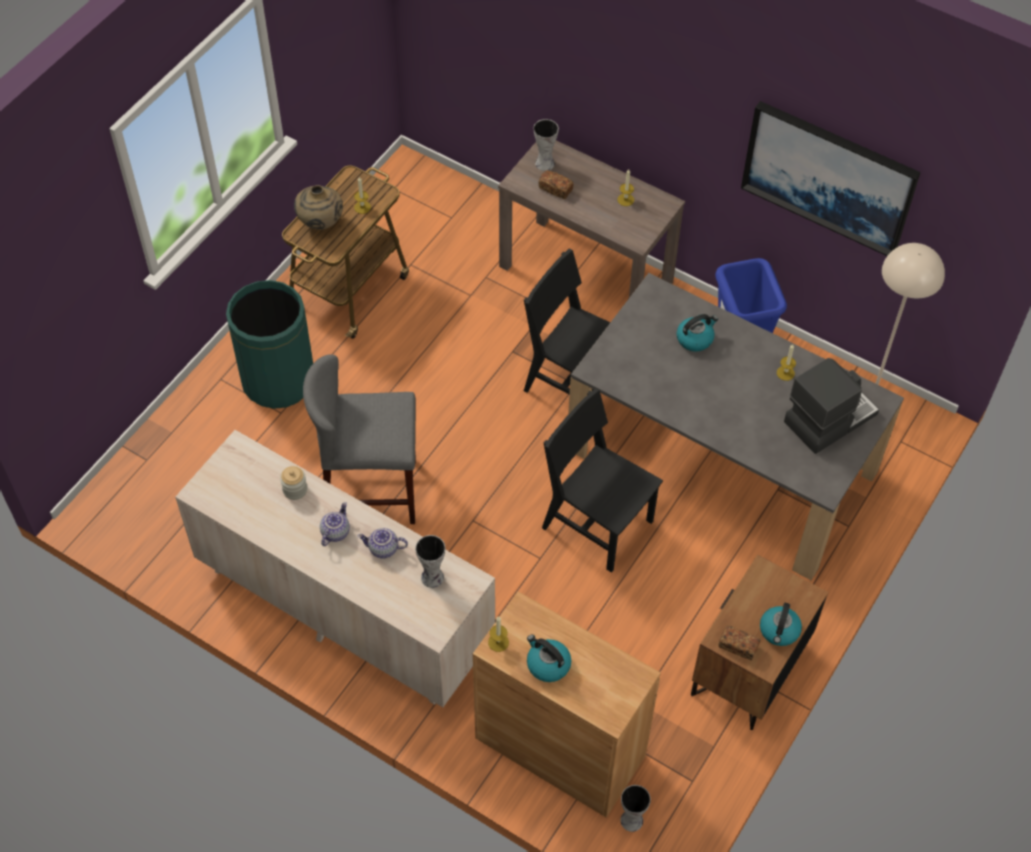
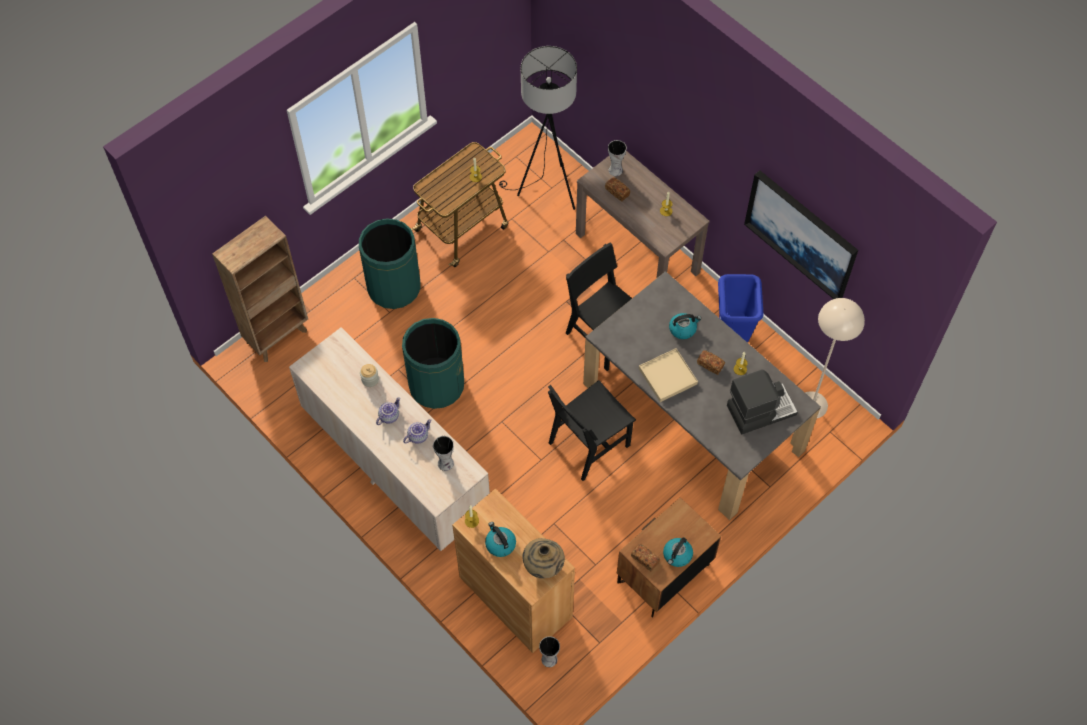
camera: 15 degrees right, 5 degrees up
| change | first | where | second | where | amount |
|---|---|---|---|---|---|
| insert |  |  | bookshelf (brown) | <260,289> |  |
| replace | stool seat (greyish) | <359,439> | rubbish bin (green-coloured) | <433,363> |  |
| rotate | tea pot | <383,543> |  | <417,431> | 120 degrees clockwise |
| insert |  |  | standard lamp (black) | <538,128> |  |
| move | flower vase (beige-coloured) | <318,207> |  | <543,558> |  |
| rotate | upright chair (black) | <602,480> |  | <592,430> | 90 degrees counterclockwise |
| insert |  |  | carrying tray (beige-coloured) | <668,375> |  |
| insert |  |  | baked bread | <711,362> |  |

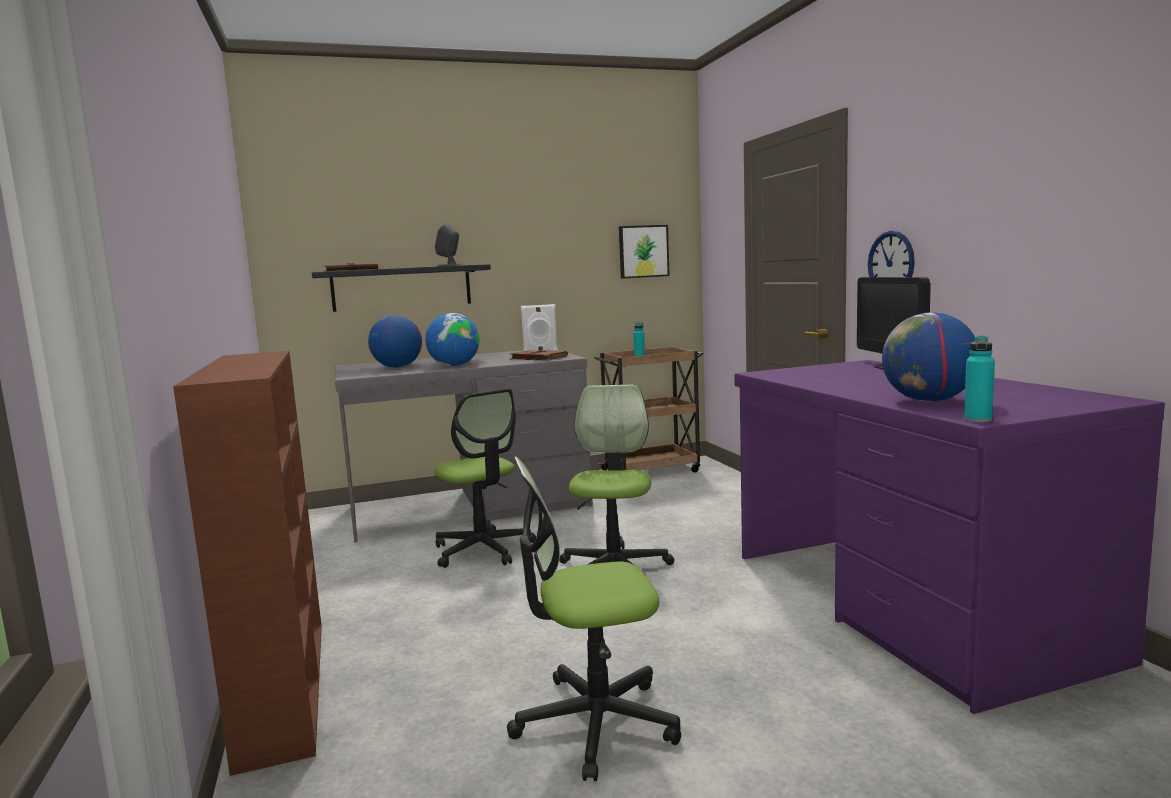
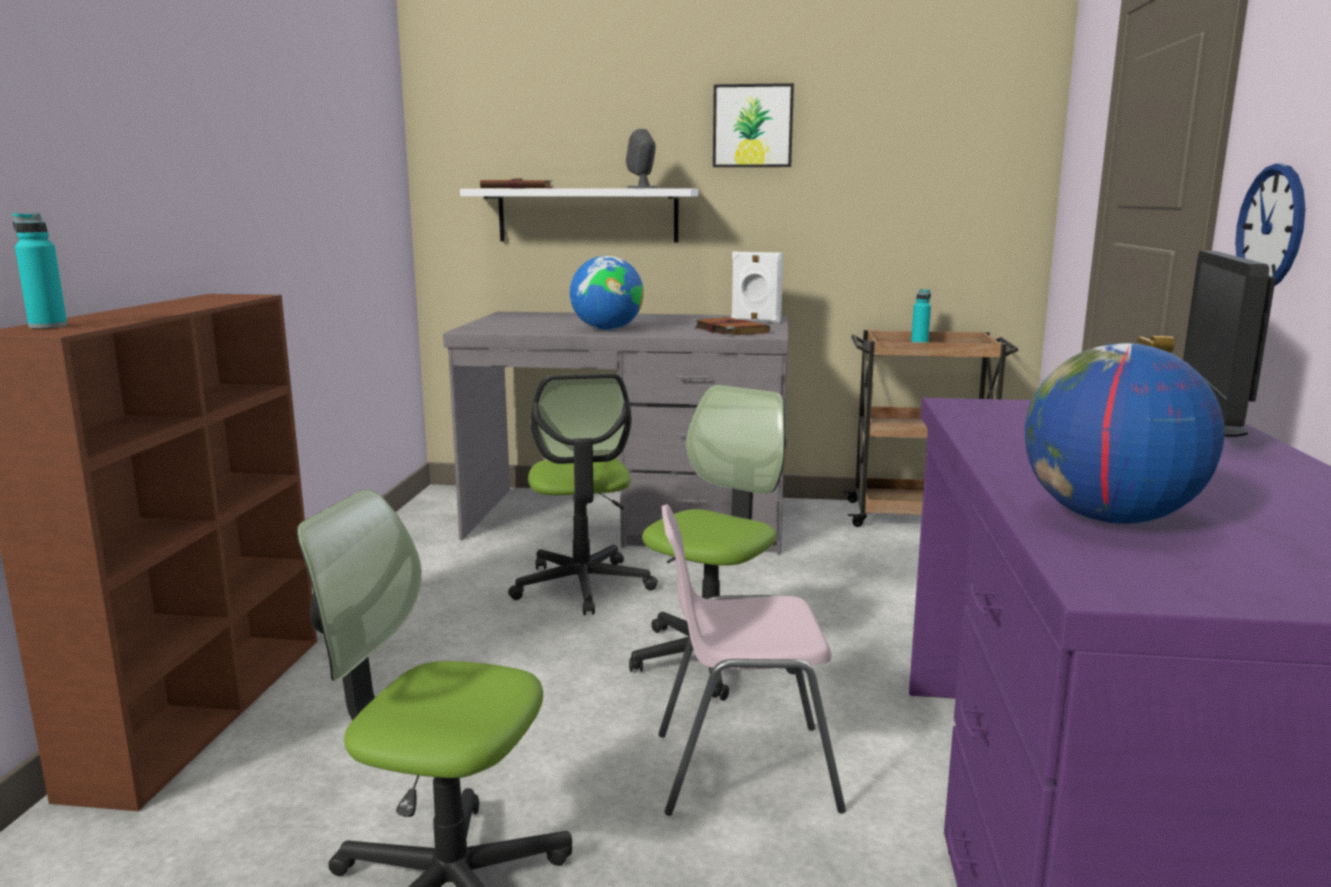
camera: 25 degrees right, 5 degrees up
| change | first | where | second | where | amount |
|---|---|---|---|---|---|
| move | beverage bottle (turquoise) | <979,379> |  | <40,271> |  |
| recolor | bracket shelf (black) | <401,288> | bracket shelf (white-coloured) | <579,215> |  |
| insert |  |  | upright chair (pinkish) | <752,660> |  |
| move | picture | <644,252> |  | <753,125> |  |
| delete | world globe | <395,341> |  |  |  |

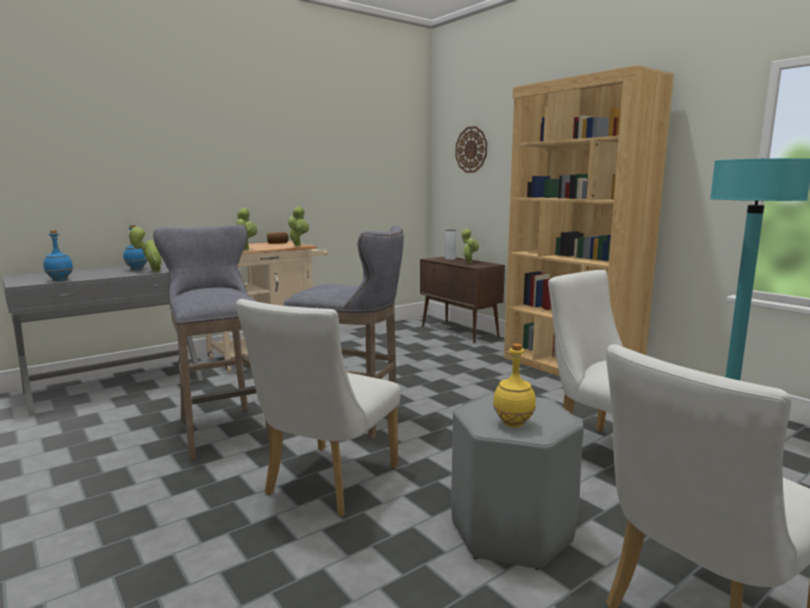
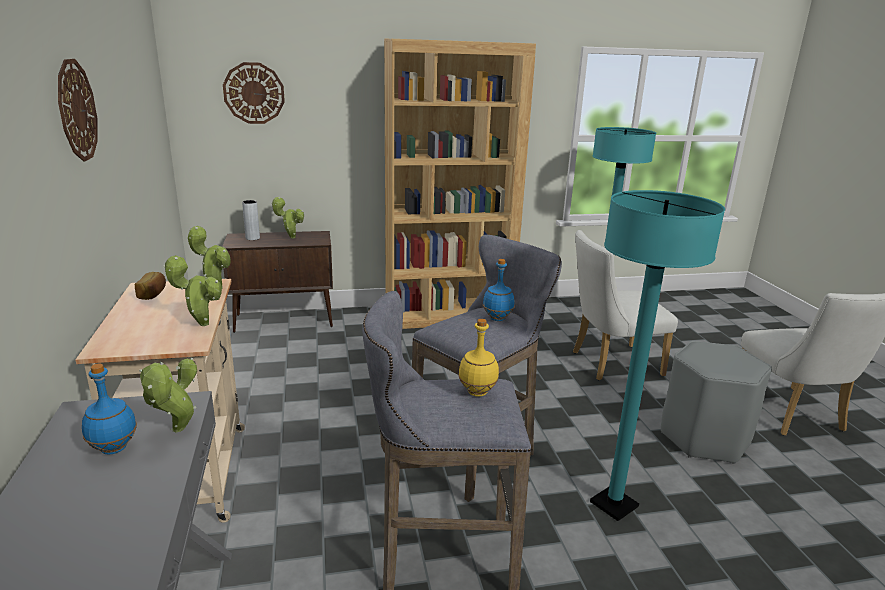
camera: 65 degrees left, 10 degrees up
| change | first | where | second | where | amount |
|---|---|---|---|---|---|
| insert |  |  | clock on the wall | <78,110> |  |
| move | beverage bottle (yellow-coloured) | <514,385> |  | <478,357> |  |
| move | beverage bottle (blue) | <58,255> |  | <498,290> |  |
| replace | upright chair (white-coloured) | <318,408> | standard lamp (turquoise) | <657,355> |  |

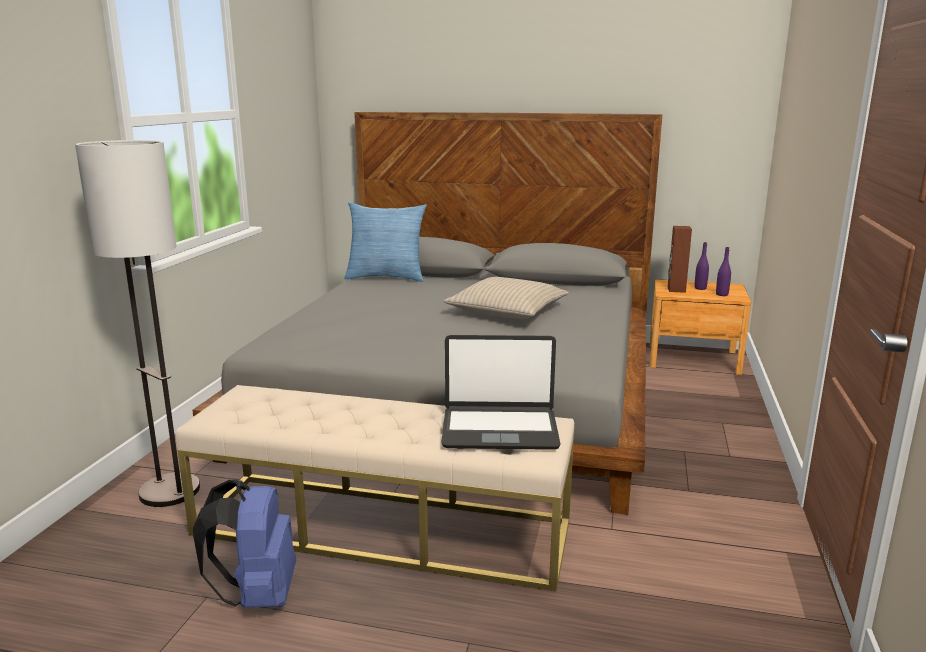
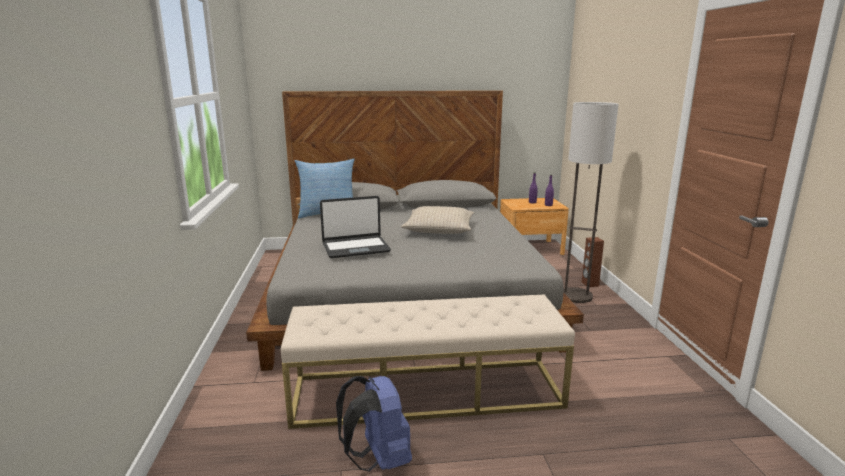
camera: 20 degrees left, 0 degrees up
| change | first | where | second | where | amount |
|---|---|---|---|---|---|
| move | portable computer | <501,392> |  | <355,227> |  |
| move | standard lamp | <137,323> |  | <591,202> |  |
| move | loudspeaker (brown) | <680,259> |  | <593,262> |  |

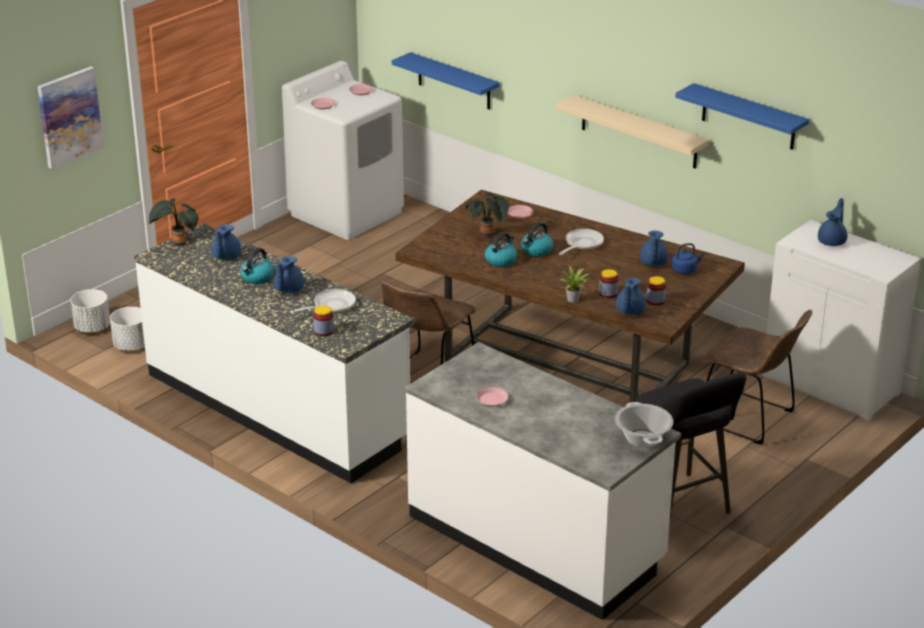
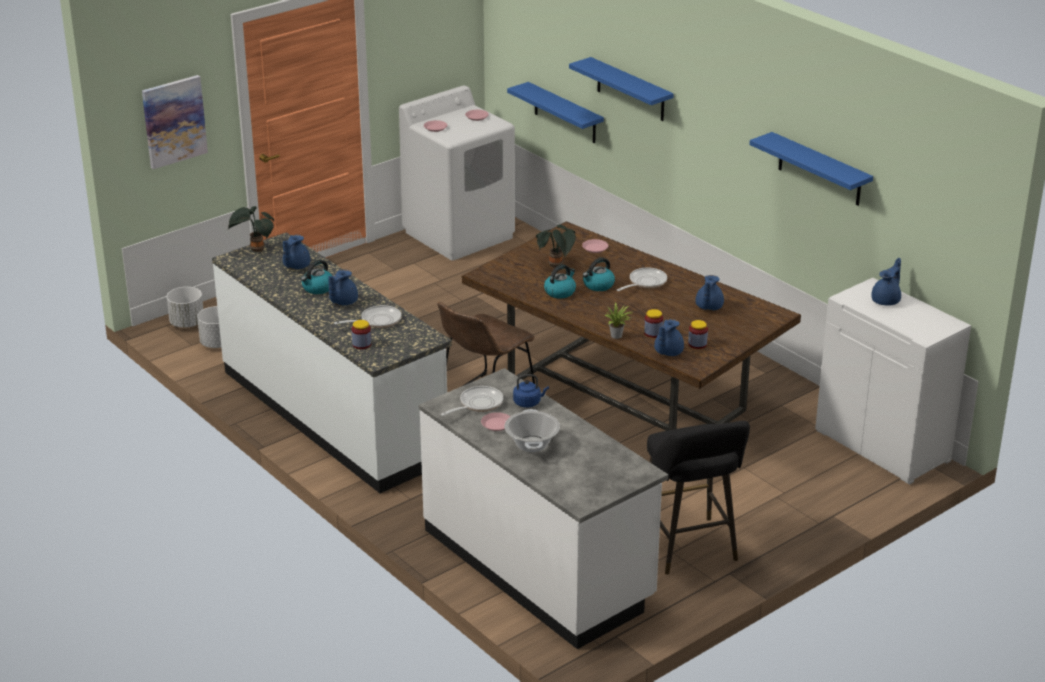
camera: 10 degrees right, 0 degrees up
| change | first | where | second | where | amount |
|---|---|---|---|---|---|
| insert |  |  | frying pan | <472,401> |  |
| move | cooking pot | <644,424> |  | <532,430> |  |
| move | kettle (blue) | <688,258> |  | <531,391> |  |
| insert |  |  | bracket shelf (blue) | <621,89> |  |
| delete | bracket shelf (beige-coloured) | <632,132> |  |  |  |
| delete | upright chair (brown) | <757,377> |  |  |  |

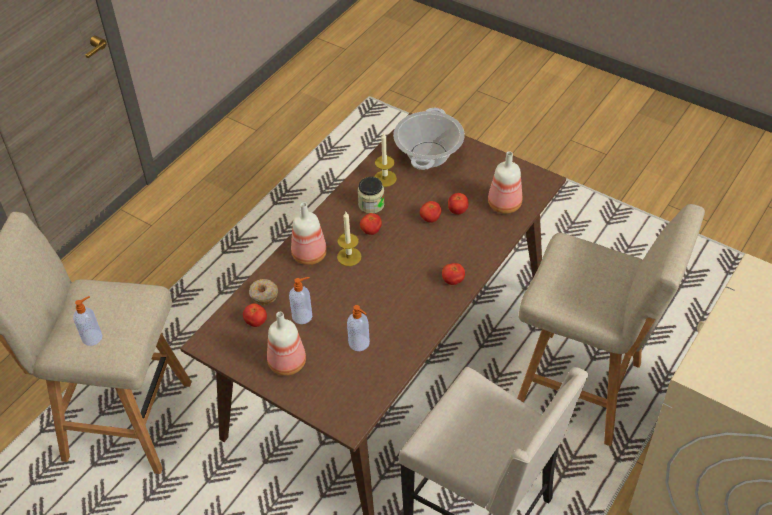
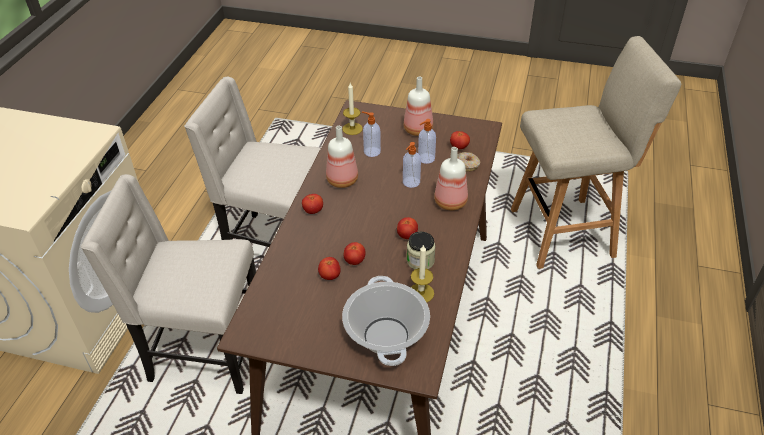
camera: 160 degrees right, 5 degrees down
| change | first | where | second | where | amount |
|---|---|---|---|---|---|
| replace | stool seat (beige-coloured) | <611,325> | upright chair (beige-coloured) | <168,284> |  |
| move | beverage bottle | <505,182> |  | <342,157> |  |
| move | candle | <349,239> |  | <352,109> |  |
| move | soap dispenser | <87,321> |  | <412,165> |  |

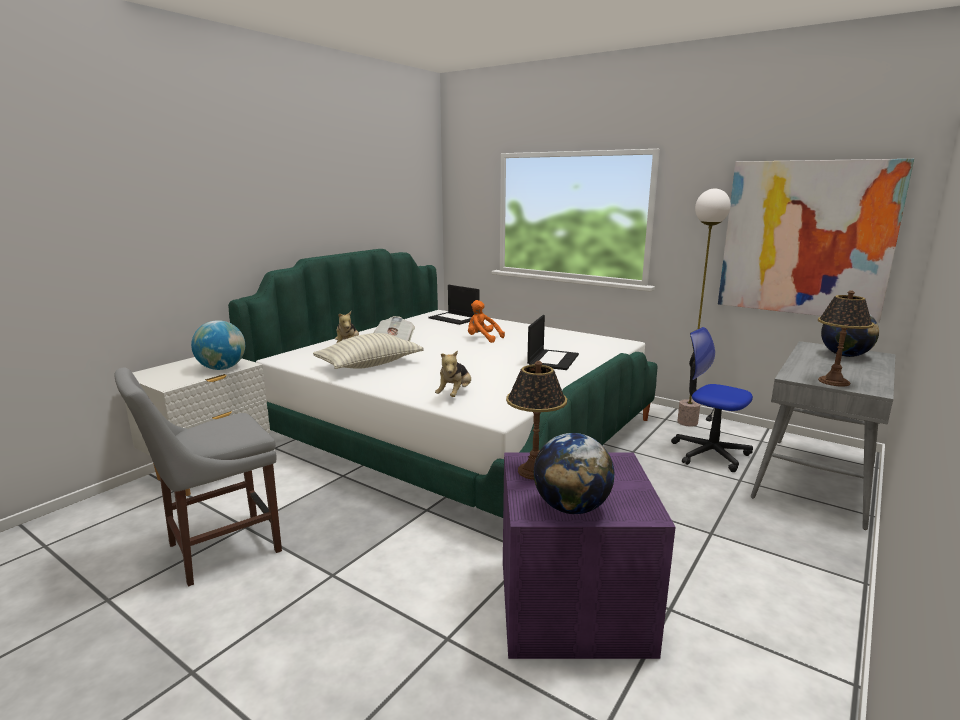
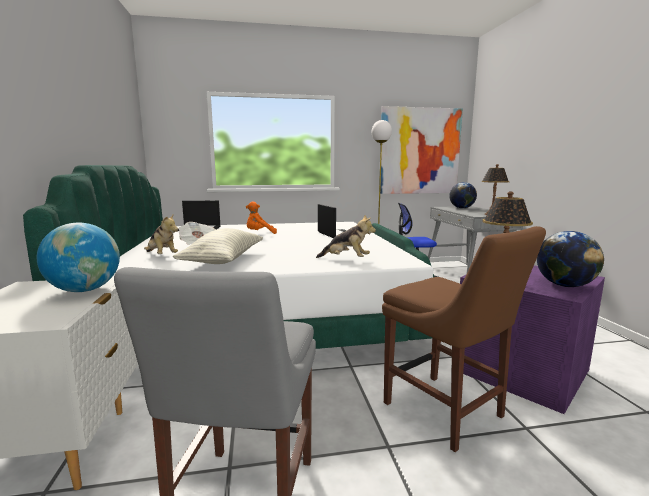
camera: 45 degrees left, 5 degrees down
| change | first | where | second | where | amount |
|---|---|---|---|---|---|
| rotate | plush toy | <453,373> |  | <346,236> | 45 degrees counterclockwise |
| insert |  |  | upright chair (brown) | <464,339> |  |

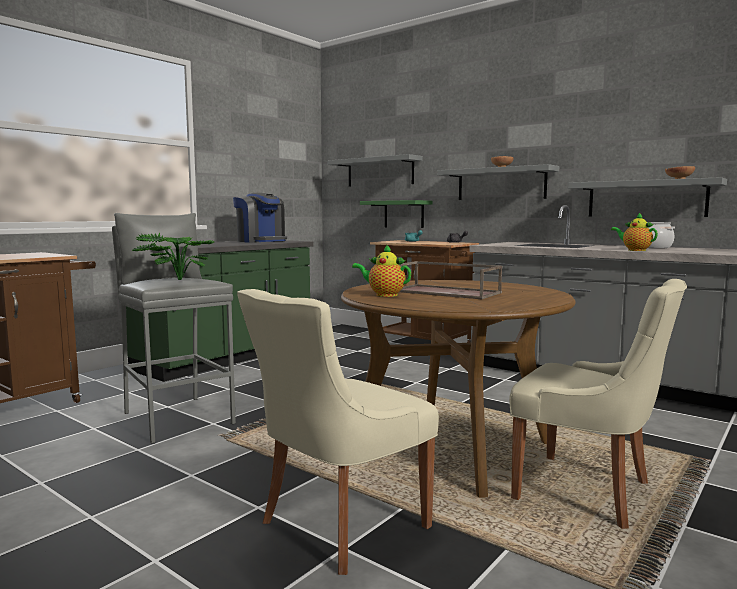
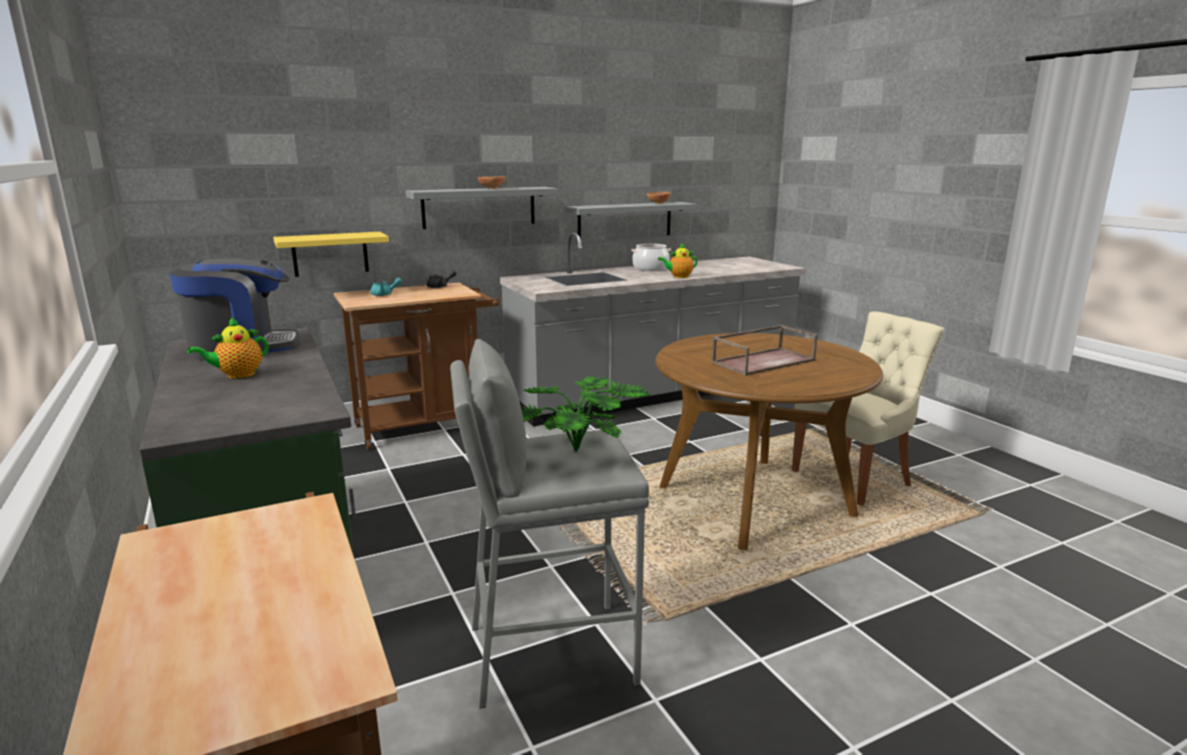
camera: 65 degrees left, 10 degrees up
| change | first | where | second | where | amount |
|---|---|---|---|---|---|
| move | tea pot | <381,270> |  | <227,348> |  |
| recolor | bracket shelf (green-coloured) | <396,214> | bracket shelf (yellow-coloured) | <331,254> |  |
| delete | upright chair (beige-coloured) | <338,432> |  |  |  |
| delete | bracket shelf (greyish) | <375,170> |  |  |  |

